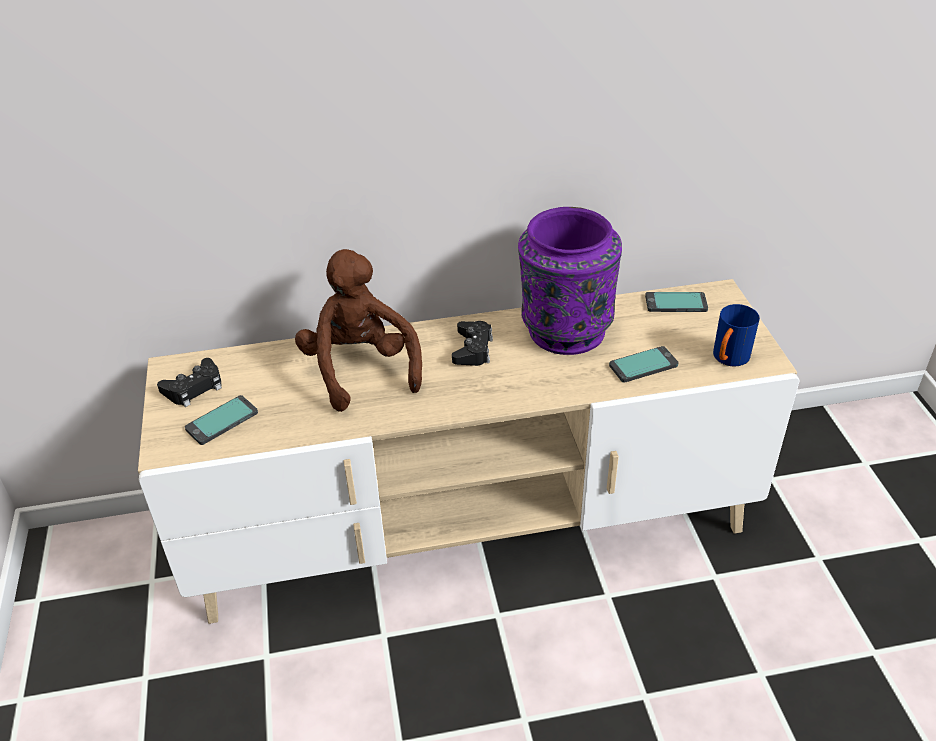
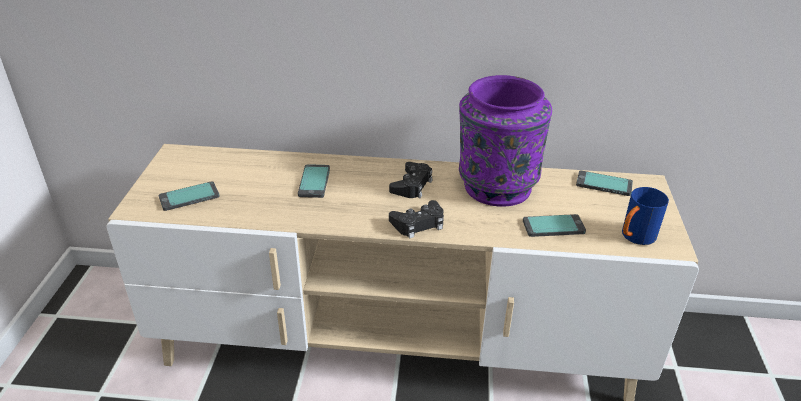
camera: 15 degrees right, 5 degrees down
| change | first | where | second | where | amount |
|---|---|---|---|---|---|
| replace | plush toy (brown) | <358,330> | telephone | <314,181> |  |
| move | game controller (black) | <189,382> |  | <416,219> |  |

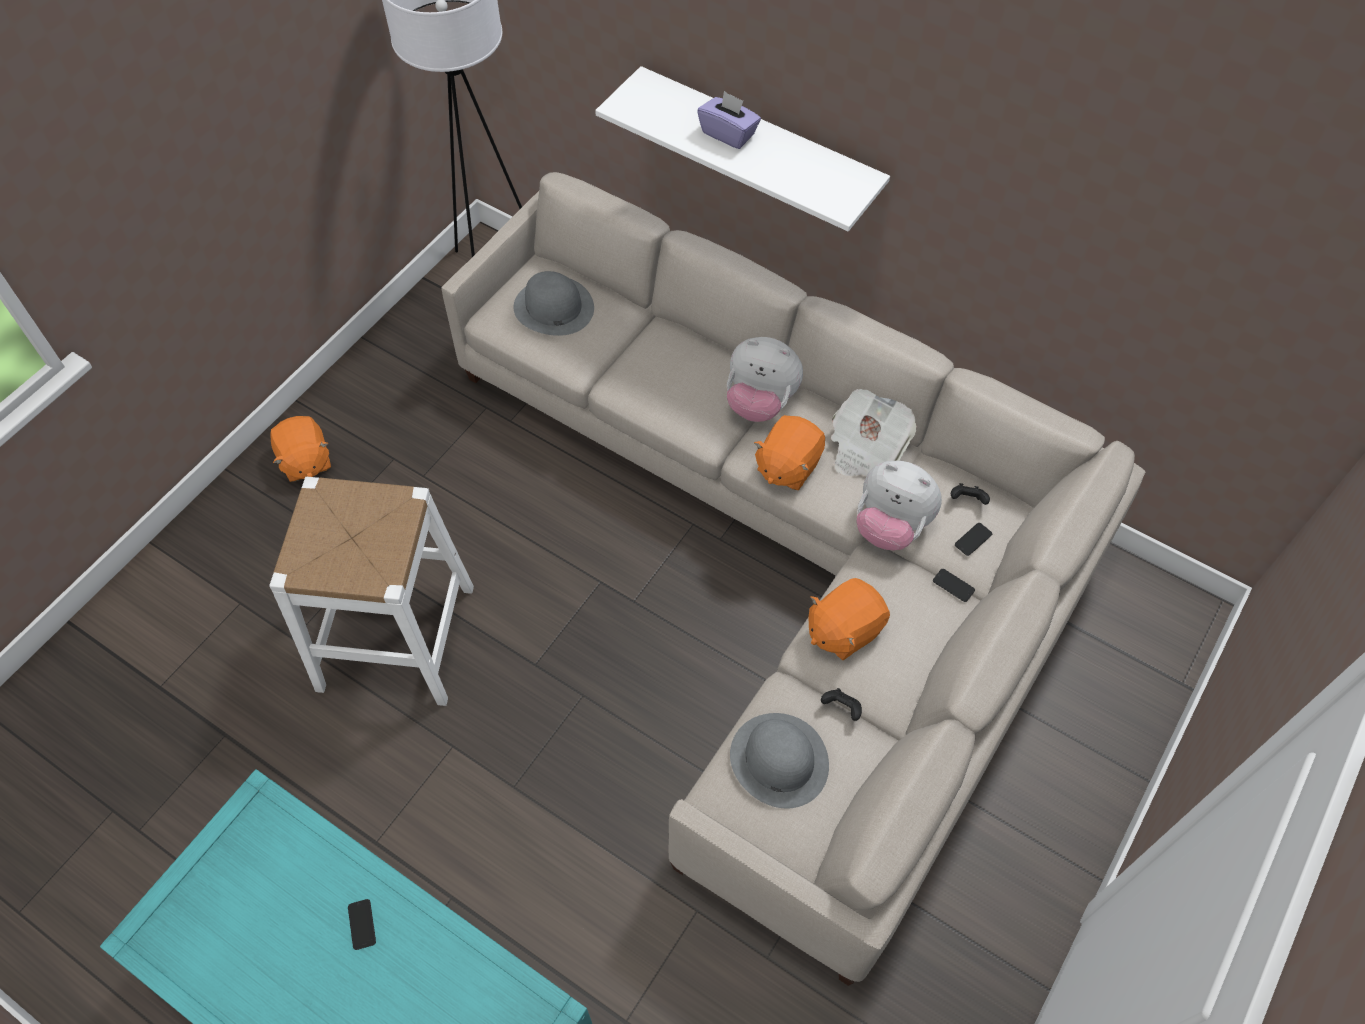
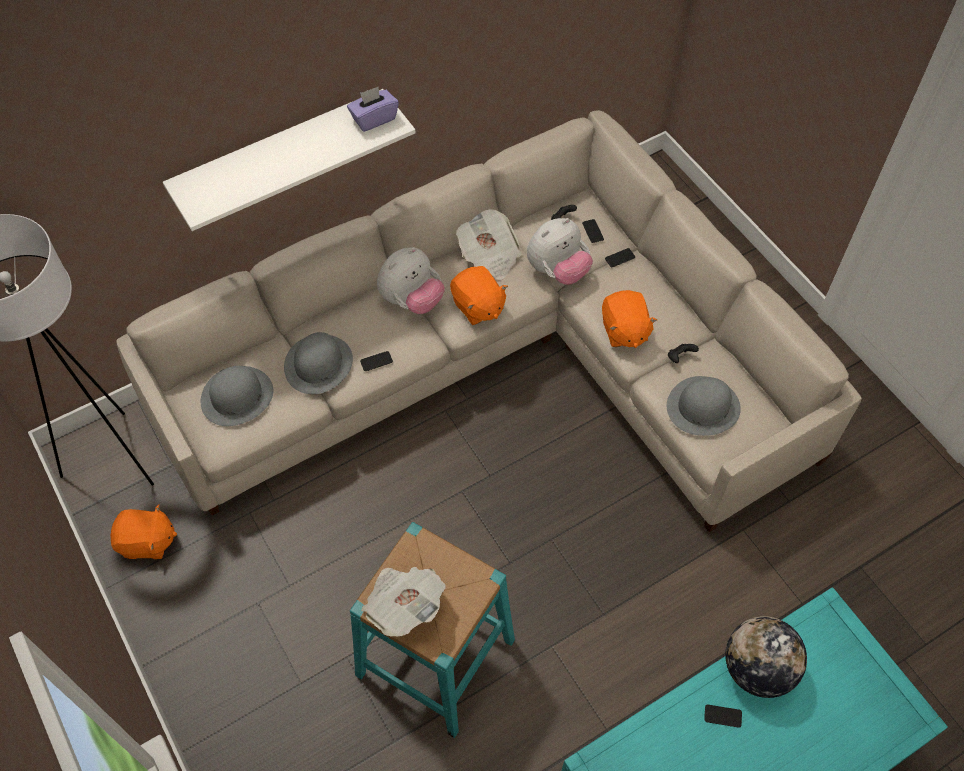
camera: 65 degrees left, 0 degrees up
| change | first | where | second | where | amount |
|---|---|---|---|---|---|
| move | plush toy (orange-coloured) | <300,449> |  | <144,532> |  |
| insert |  |  | hat (greyish) | <318,363> |  |
| move | tissue box (purple-coloured) | <729,120> |  | <373,109> |  |
| recolor | stool seat (white-coloured) | <371,591> | stool seat (turquoise) | <432,630> |  |
| insert |  |  | telephone | <376,361> |  |
| insert |  |  | printed paper | <403,601> |  |
| insert |  |  | world globe | <766,657> |  |

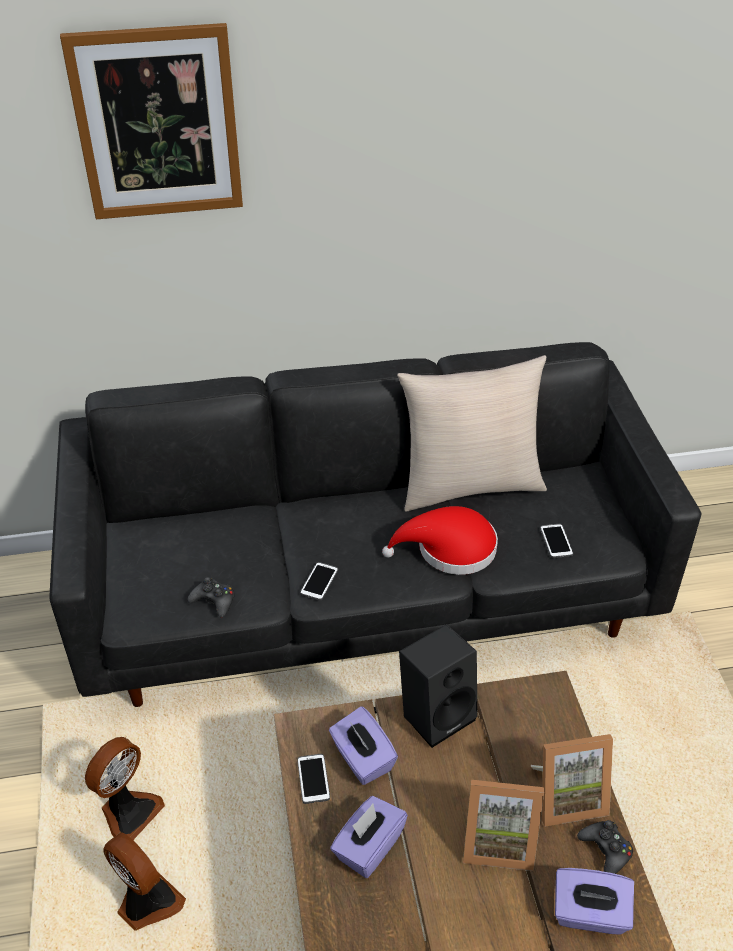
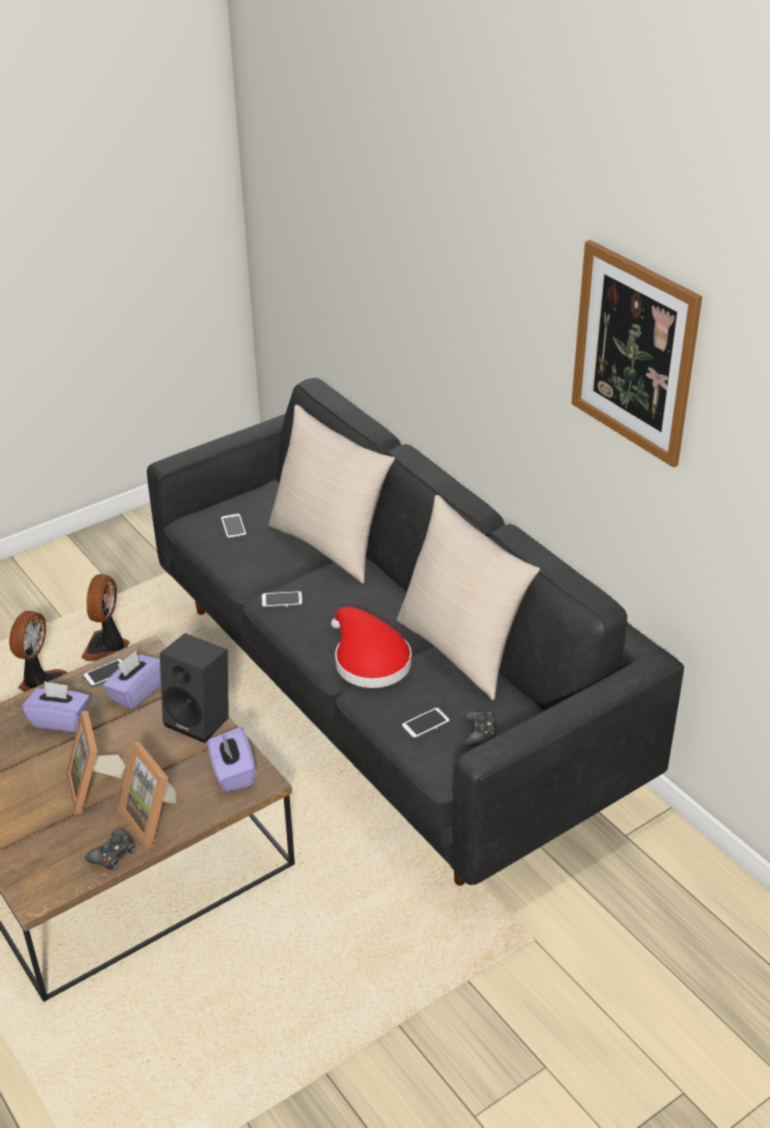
camera: 65 degrees right, 5 degrees down
| change | first | where | second | where | amount |
|---|---|---|---|---|---|
| rotate | cooling fan | <125,788> |  | <105,617> | 90 degrees clockwise |
| move | tissue box (purple-coloured) | <594,901> |  | <232,759> |  |
| insert |  |  | telephone | <234,526> |  |
| insert |  |  | cushion (beige-coloured) | <332,494> |  |
| move | game controller (black) | <211,597> |  | <481,729> |  |
| move | picture | <151,121> |  | <636,354> |  |

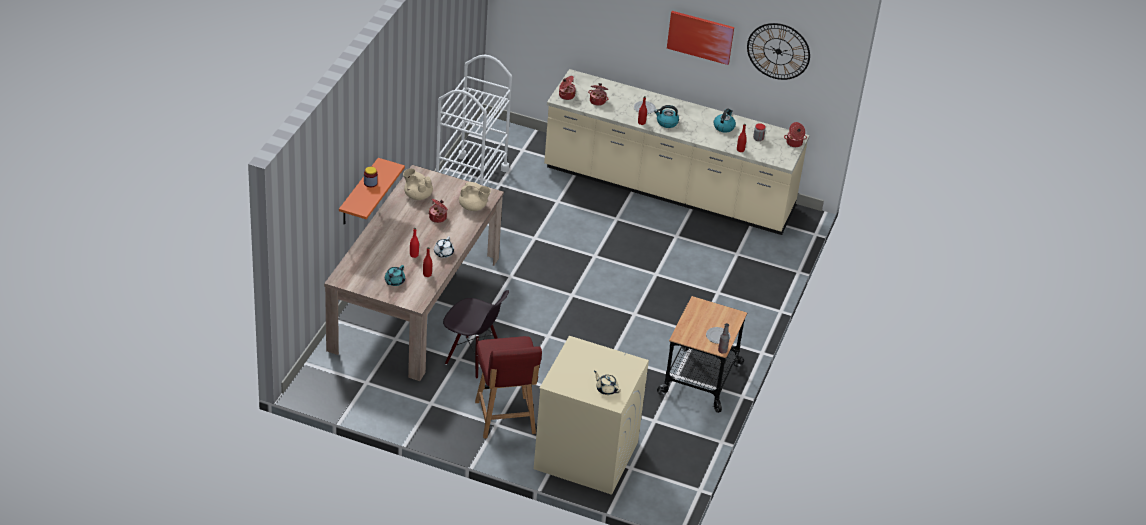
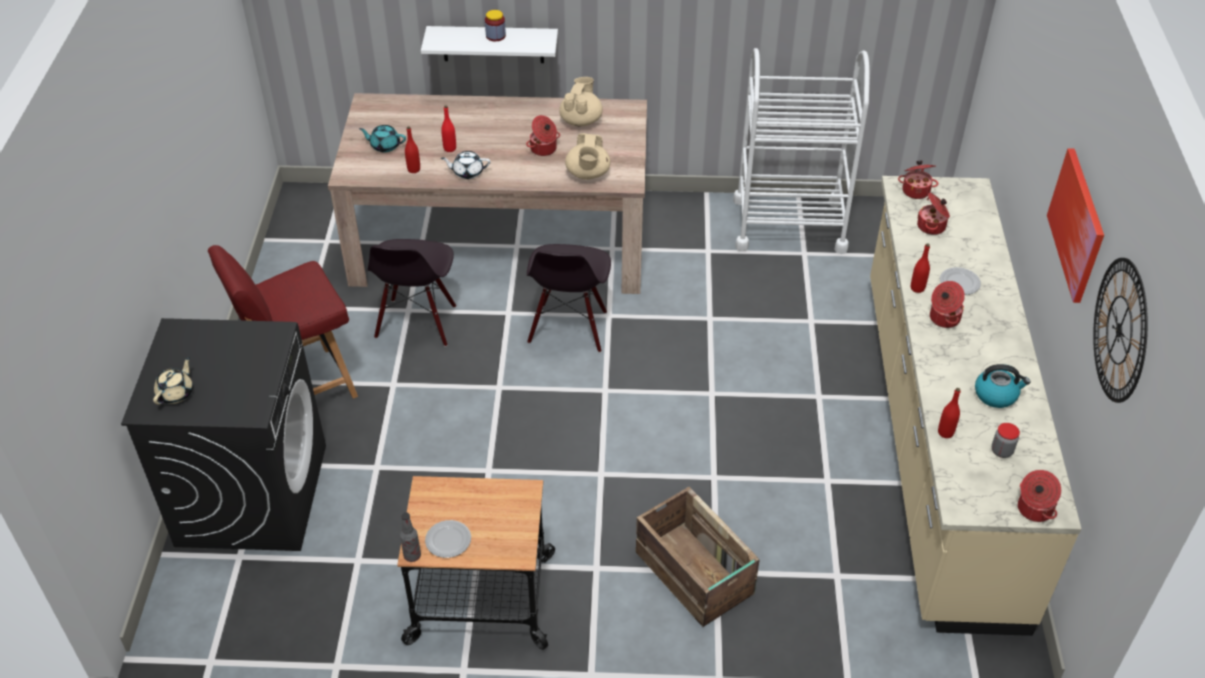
camera: 75 degrees right, 5 degrees up
| change | first | where | second | where | amount |
|---|---|---|---|---|---|
| recolor | washing machine (beige-coloured) | <591,415> | washing machine (black) | <223,434> |  |
| recolor | bracket shelf (orange-coloured) | <372,191> | bracket shelf (white-coloured) | <489,44> |  |
| insert |  |  | upright chair (black) | <569,298> |  |
| insert |  |  | packing crate | <698,557> |  |
| replace | kettle | <666,116> | cooking pot | <947,304> |  |

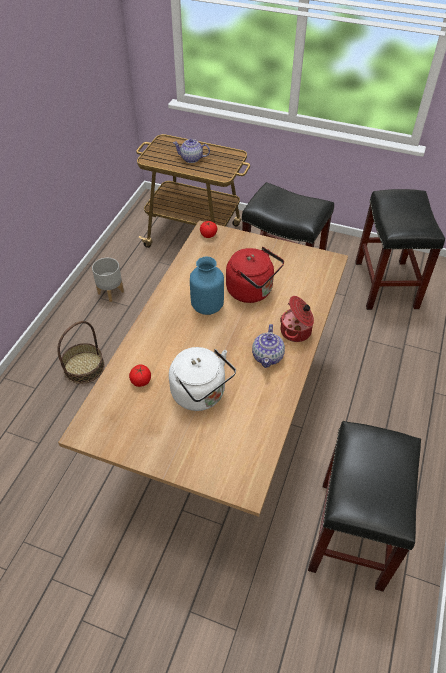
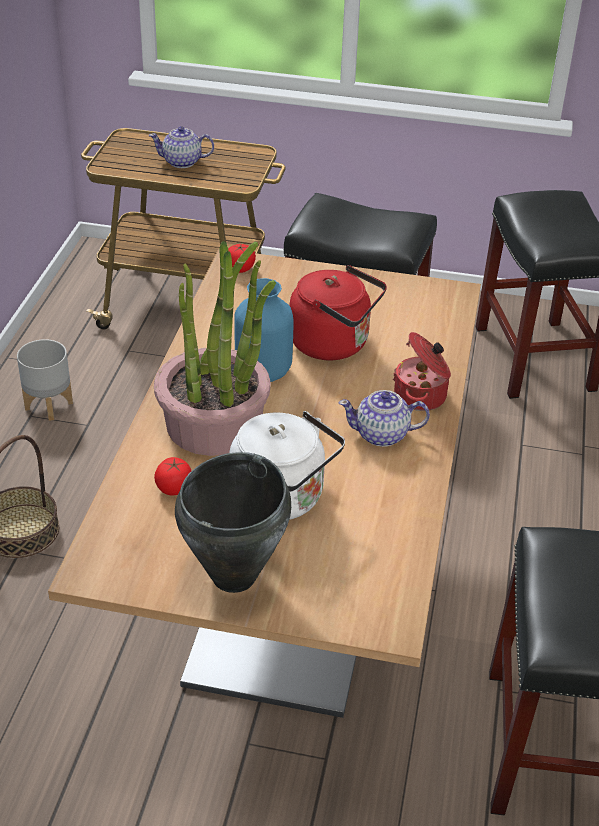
camera: 10 degrees left, 10 degrees down
| change | first | where | second | where | amount |
|---|---|---|---|---|---|
| insert |  |  | plant in a pot | <215,348> |  |
| insert |  |  | cooking pot (black) | <233,522> |  |
| rotate | tea pot | <268,346> |  | <384,418> | 90 degrees clockwise |

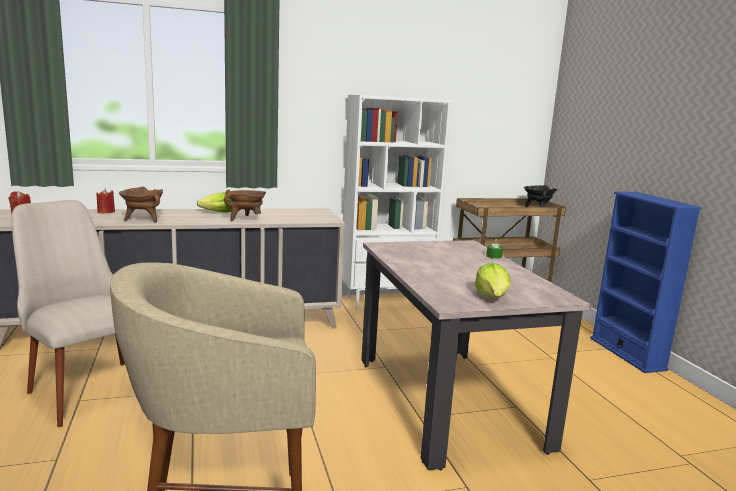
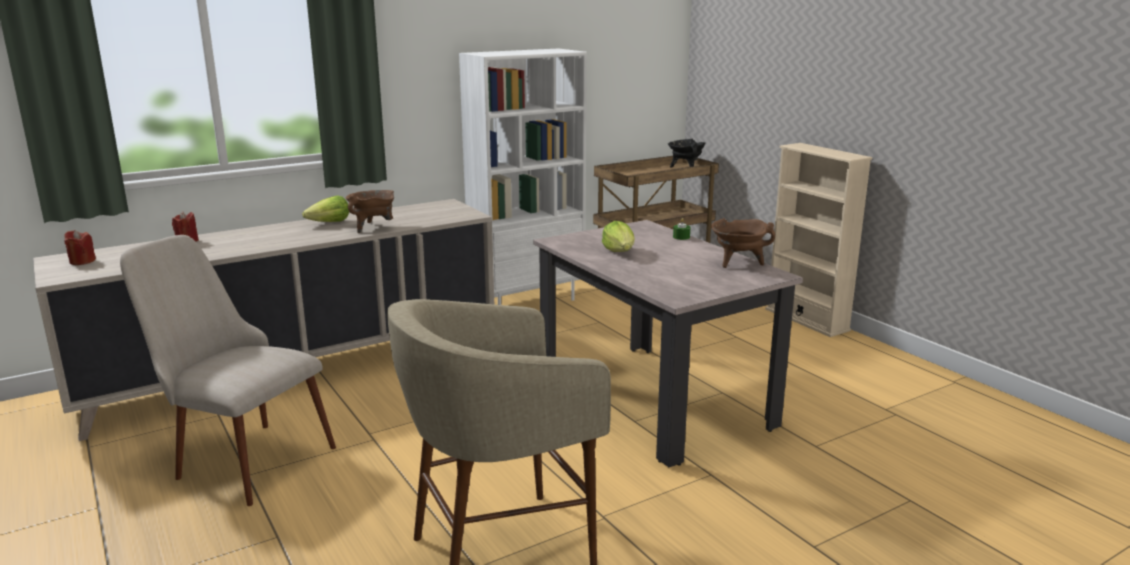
camera: 15 degrees left, 5 degrees up
| change | first | where | second | where | amount |
|---|---|---|---|---|---|
| move | head of lettuce | <493,280> |  | <618,236> |  |
| move | cooking pot (brown) | <141,204> |  | <743,243> |  |
| recolor | bookshelf (blue) | <645,282> | bookshelf (beige-coloured) | <818,240> |  |

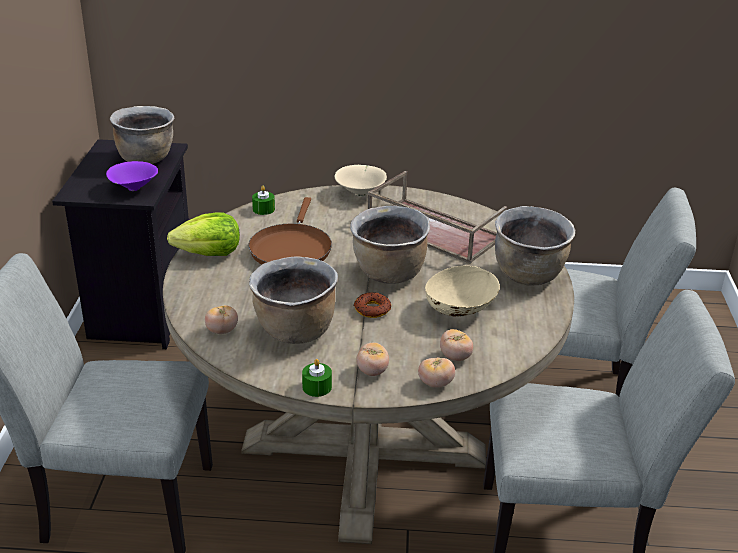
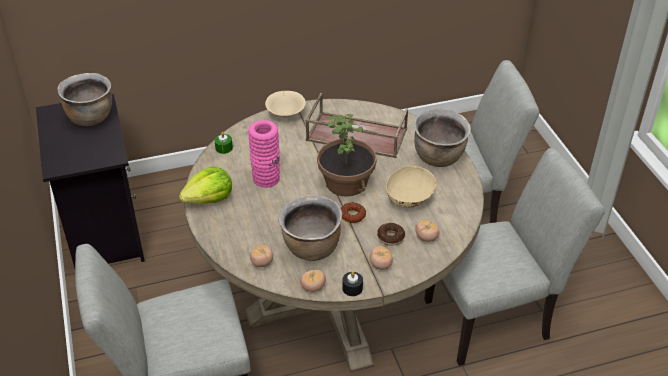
camera: 20 degrees left, 10 degrees up
| change | first | where | second | where | amount |
|---|---|---|---|---|---|
| replace | frying pan (brown) | <290,230> | flower vase (pinkish) | <264,154> |  |
| move | fresh tomato | <436,372> |  | <313,281> |  |
| replace | cooking pot (brown) | <390,245> | plant in a pot | <347,155> |  |
| recolor | candle (green-coloured) | <317,378> | candle (black) | <352,284> |  |
| insert |  |  | donut | <391,234> |  |
| delete | bowl (purple-coloured) | <132,176> |  |  |  |

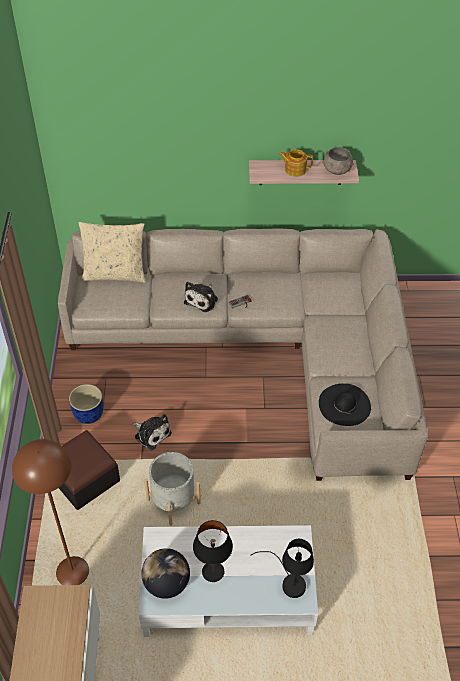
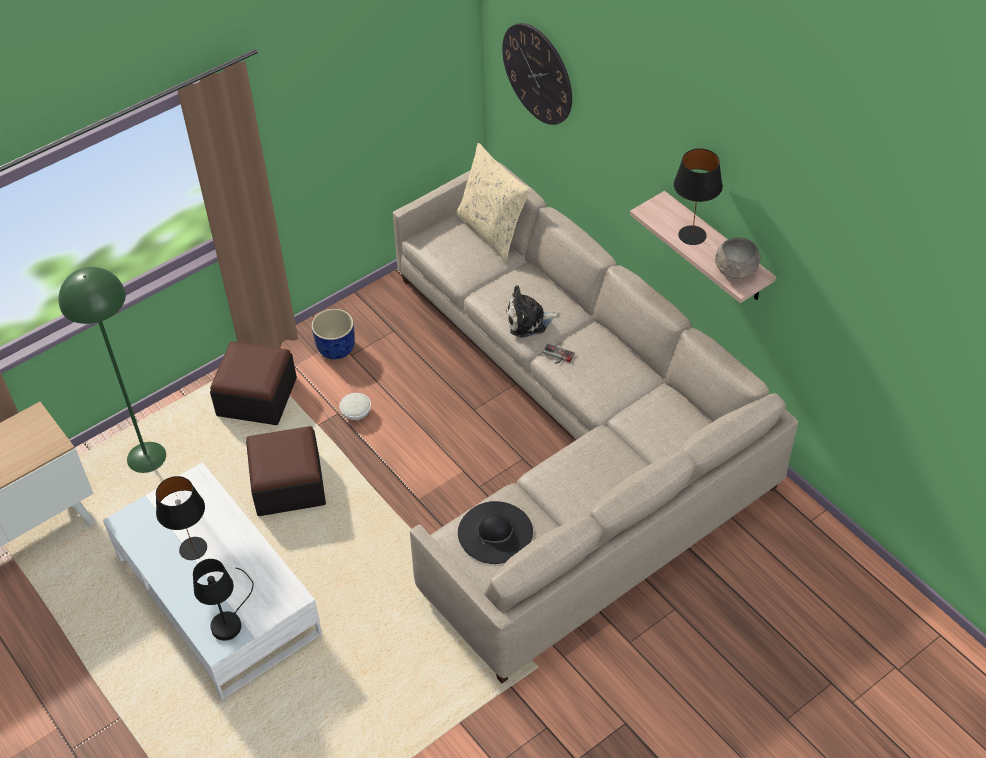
camera: 55 degrees right, 0 degrees up
| change | first | where | second | where | amount |
|---|---|---|---|---|---|
| recolor | standard lamp (brown) | <50,512> | standard lamp (green-coloured) | <112,370> |  |
| replace | plant pot (greyish) | <172,489> | footrest | <286,471> |  |
| replace | plush toy | <152,432> | bowl (white-coloured) | <355,406> |  |
| insert |  |  | clock on the wall | <537,74> |  |
| replace | tea pot | <296,163> | lamp for a table (black) | <698,196> |  |
| delete | world globe | <165,573> |  |  |  |

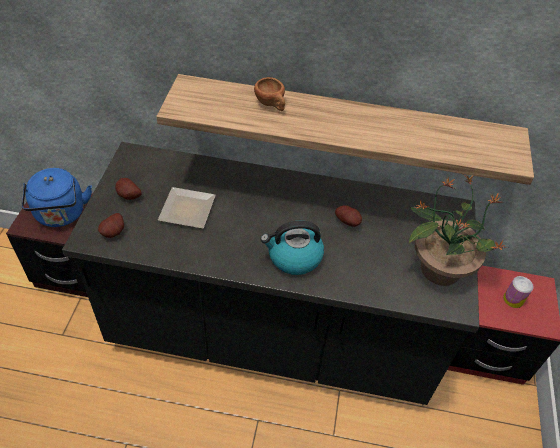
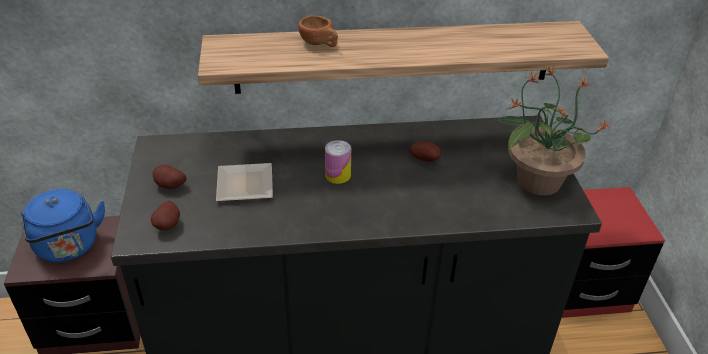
camera: 15 degrees left, 10 degrees down
| change | first | where | second | where | amount |
|---|---|---|---|---|---|
| move | sealed can | <518,292> |  | <338,162> |  |
| delete | kettle | <292,248> |  |  |  |

